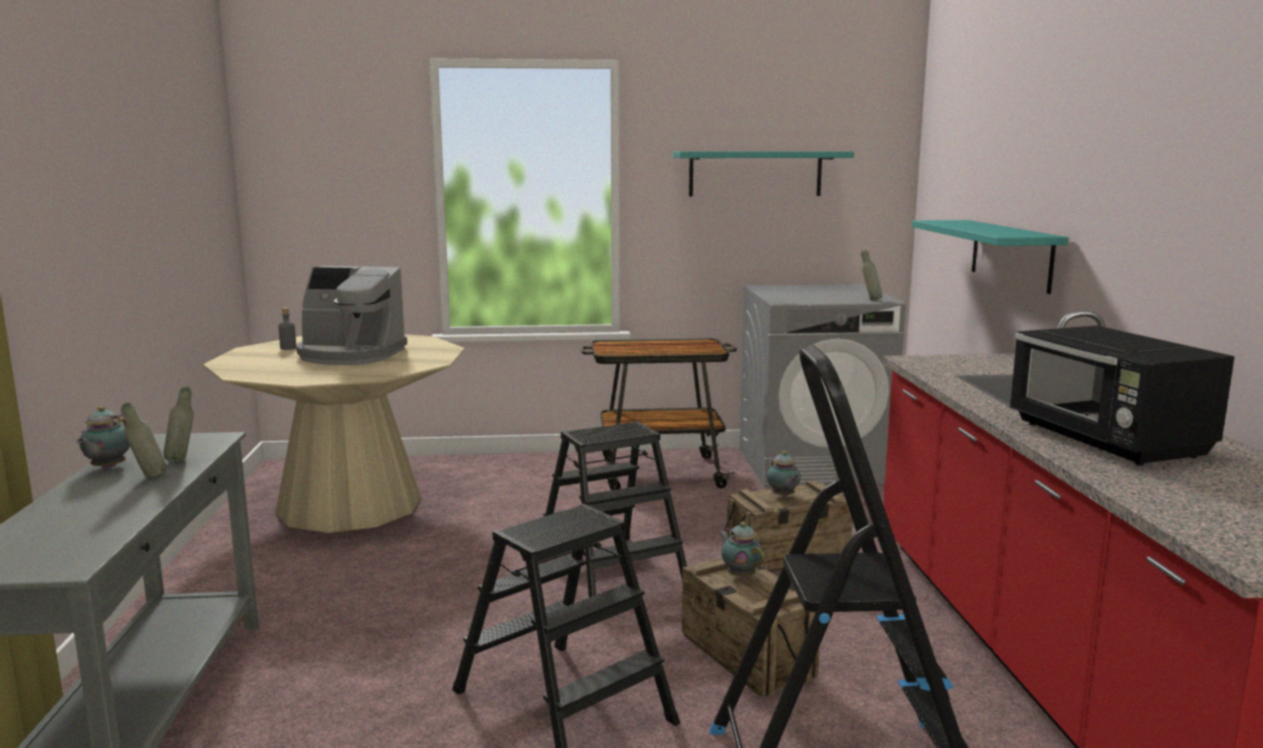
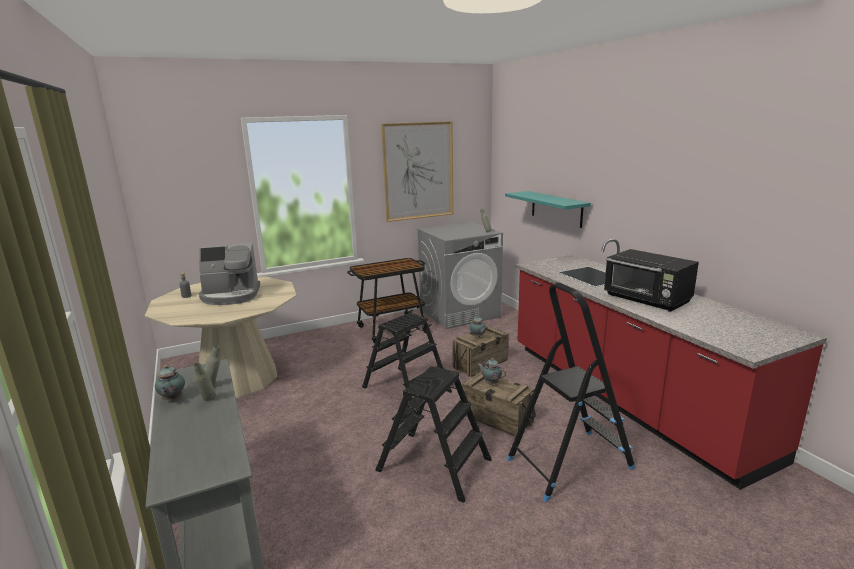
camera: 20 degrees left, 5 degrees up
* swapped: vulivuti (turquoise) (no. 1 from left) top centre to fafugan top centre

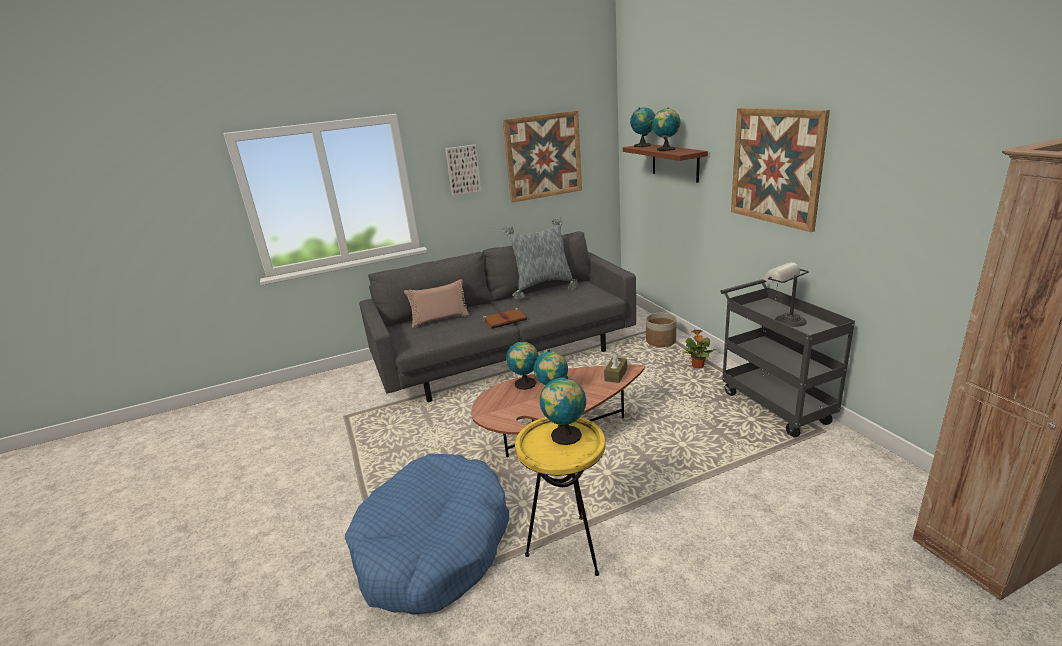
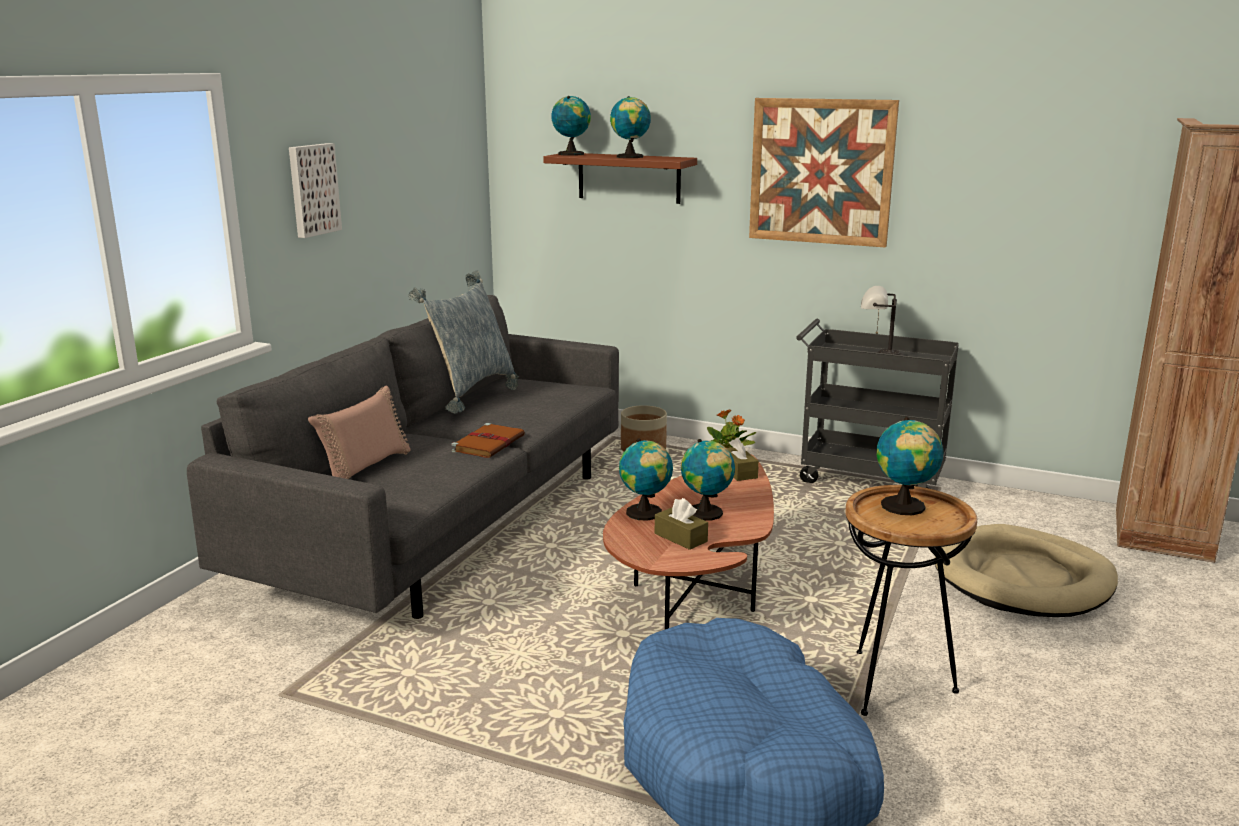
camera: 45 degrees left, 5 degrees down
* new: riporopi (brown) (no. 1 from left) centre
* repainted: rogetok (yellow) bottom centre to rogetok (brown) bottom right
* new: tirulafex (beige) bottom right
* gone: fafugan (no. 2 from left) top centre

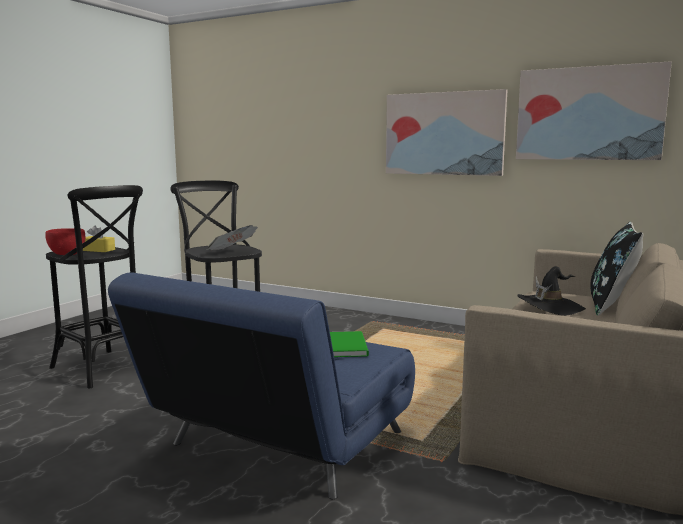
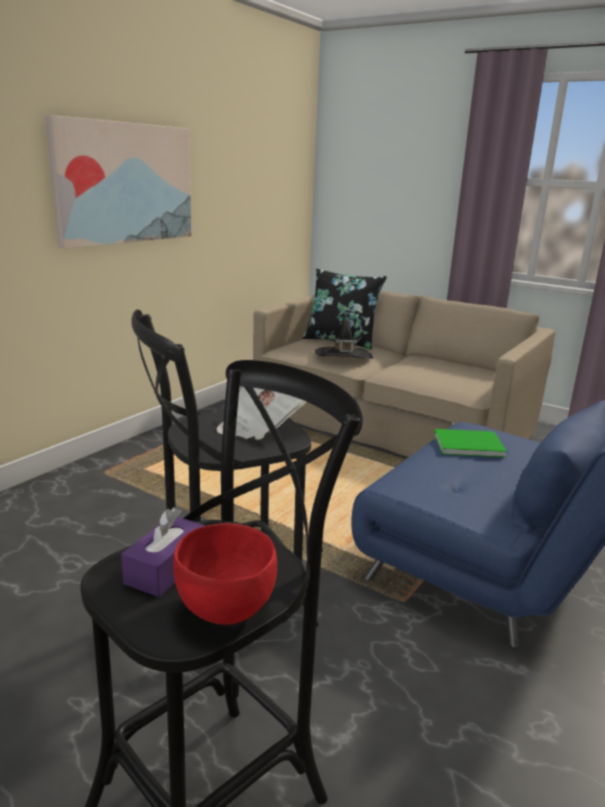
camera: 85 degrees left, 10 degrees up
* repainted: riporopi (yellow) middle left to riporopi (purple) bottom left
* gone: fafugan (no. 2 from left) top right

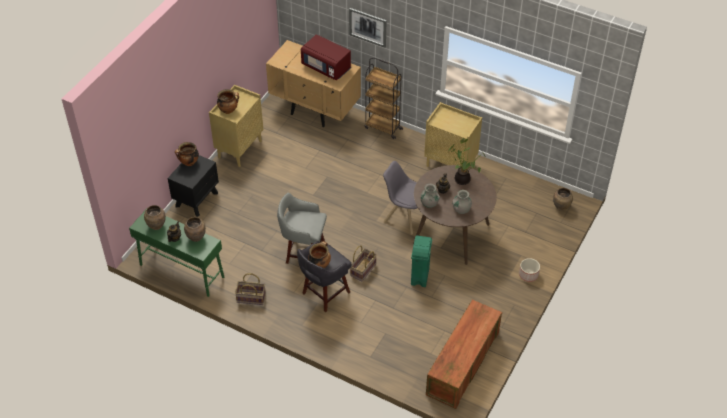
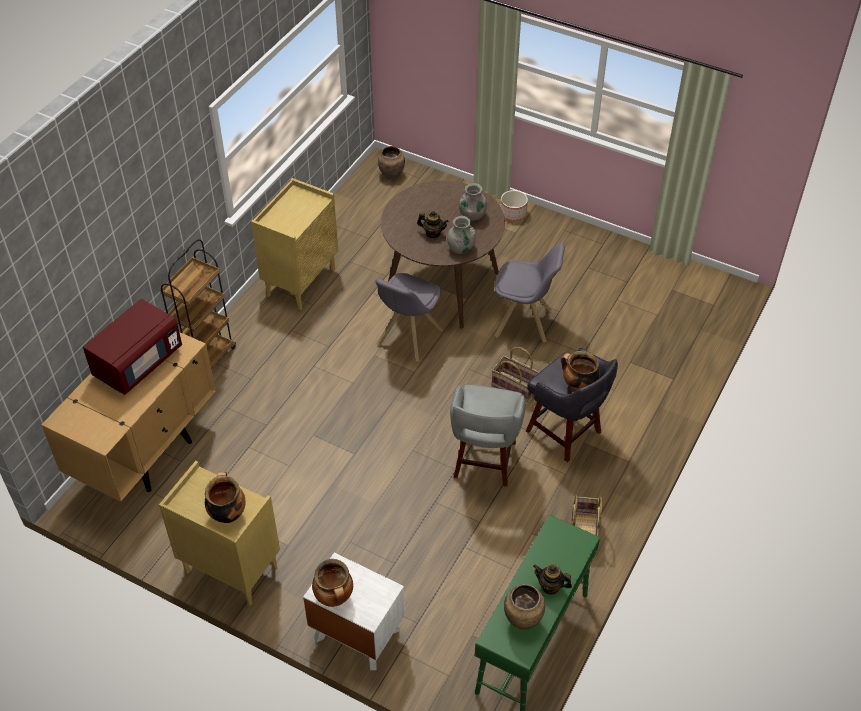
camera: 90 degrees left, 0 degrees up
* repainted: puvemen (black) middle left to puvemen (white) bottom centre
* swapped: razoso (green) centre to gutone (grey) (no. 2 from left) centre
* gone: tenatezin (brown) (no. 2 from left) middle left
* gone: fafugan top centre
* gone: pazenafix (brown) bottom centre
* gone: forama centre

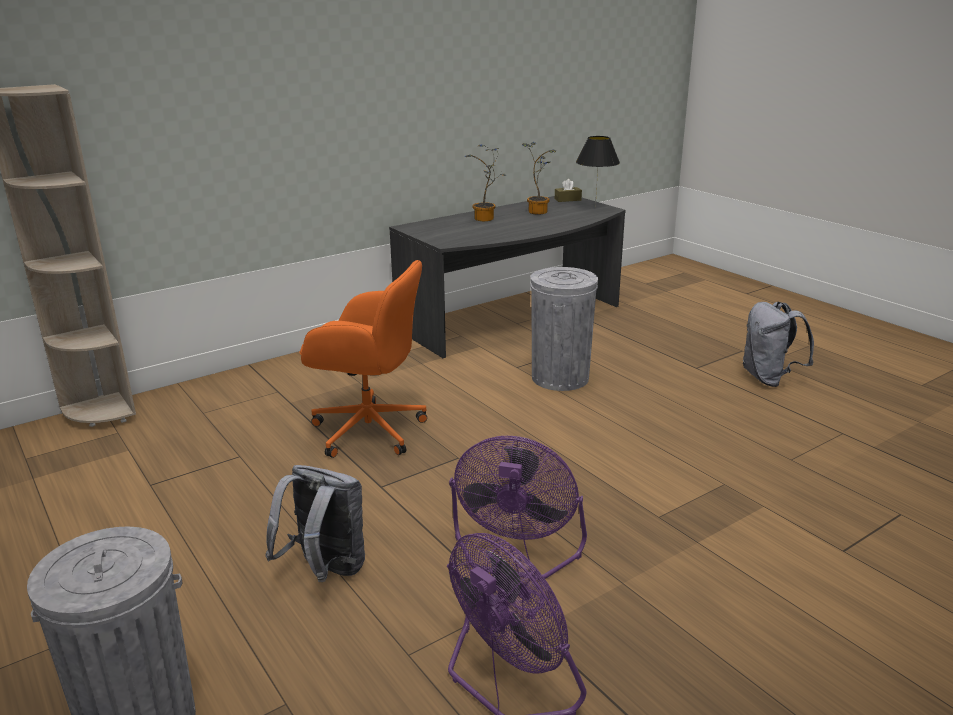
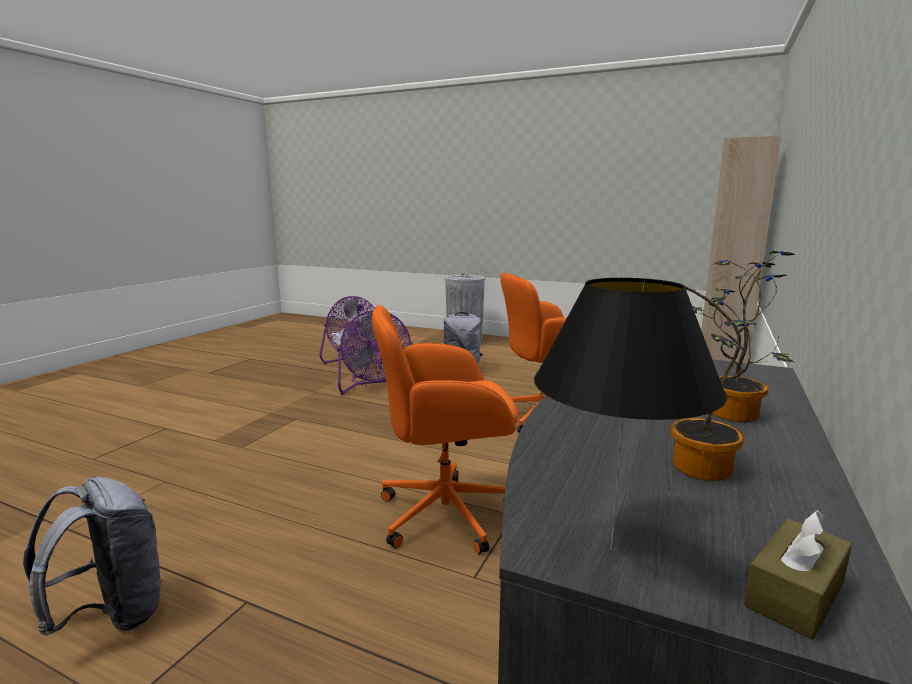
camera: 150 degrees right, 10 degrees down
* swapped: razoso (grey) (no. 2 from left) centre to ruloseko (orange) (no. 1 from left) centre

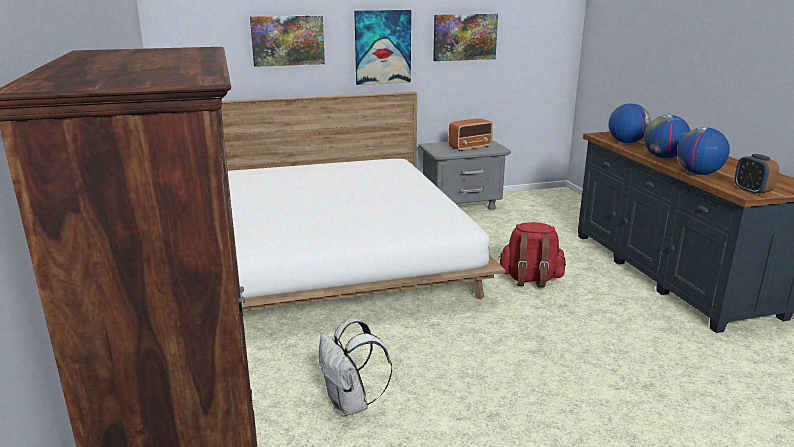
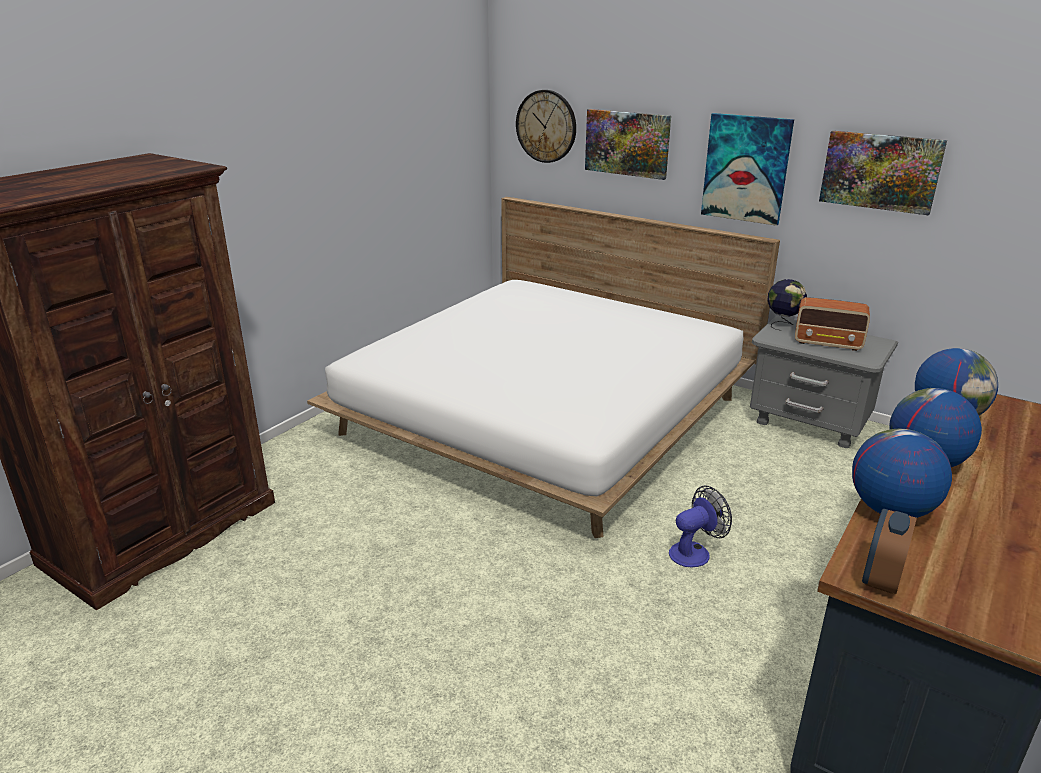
camera: 50 degrees right, 5 degrees up
* new: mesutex top centre
* swapped: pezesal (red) middle right to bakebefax bottom right
* new: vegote (no. 1 from left) middle right
* gone: pezesal (white) bottom centre

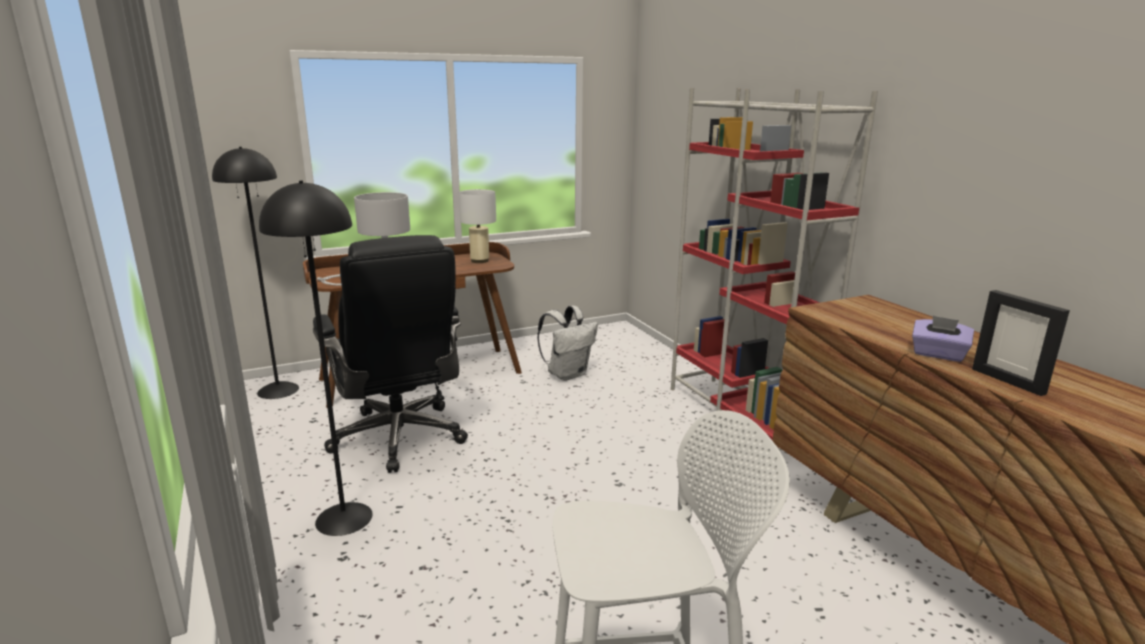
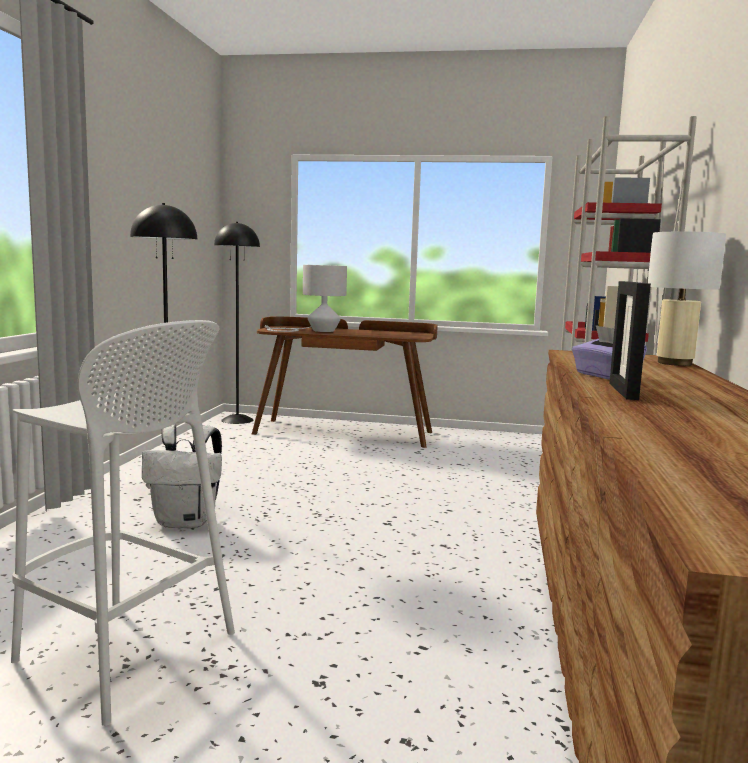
camera: 35 degrees right, 10 degrees down
* shifted: pezesal (white) centre to middle left
* shifted: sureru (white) (no. 2 from left) centre to middle right
* gone: ruloseko (black) centre

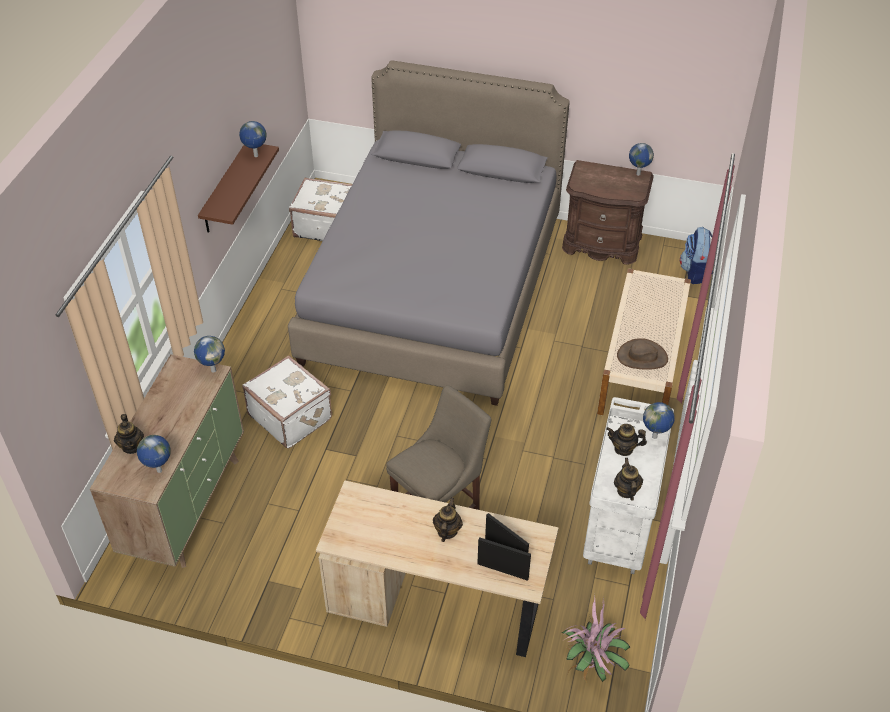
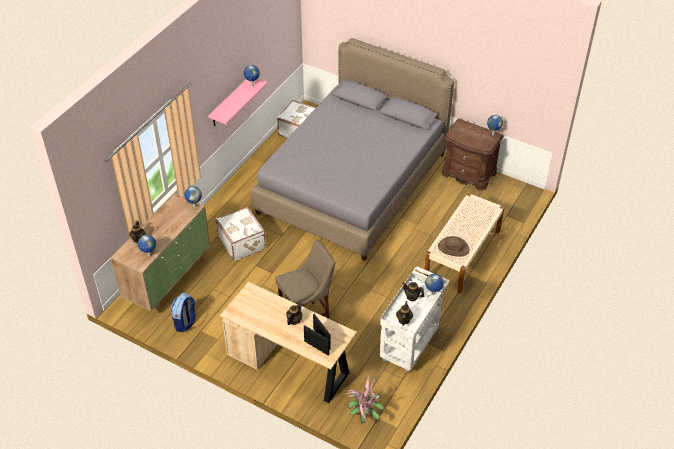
camera: 15 degrees right, 0 degrees up
* shifted: pezesal middle right to bottom left
* repainted: vulivuti (brown) top left to vulivuti (pink) top centre

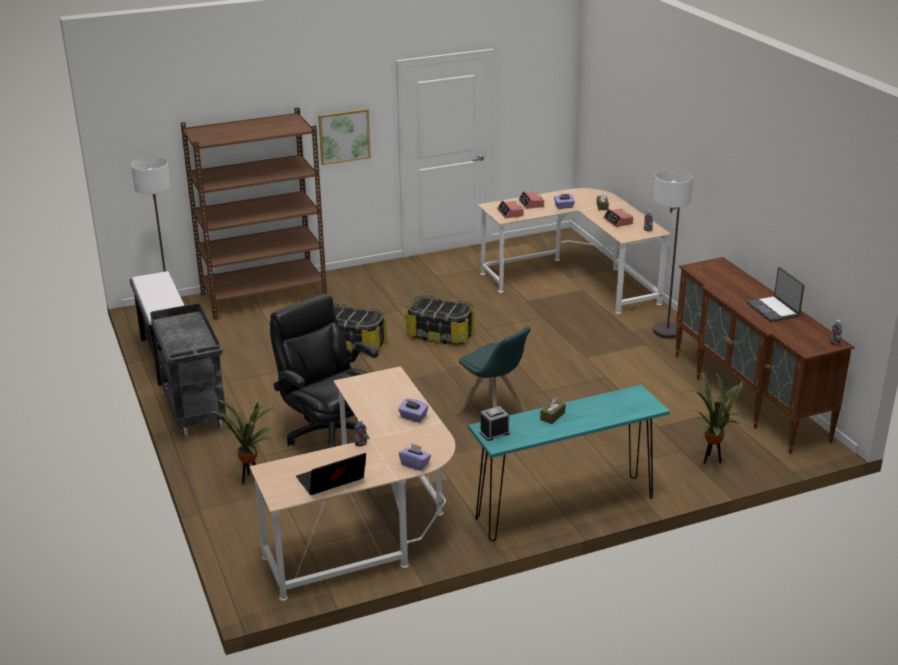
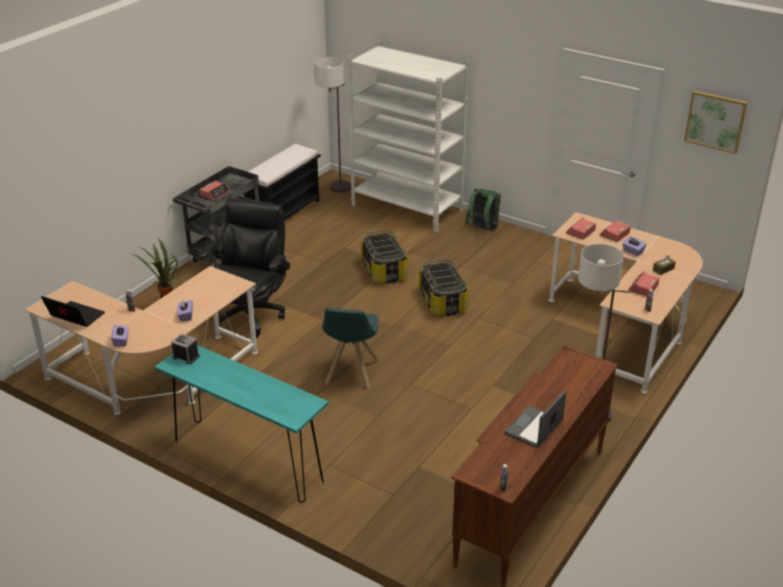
camera: 55 degrees right, 5 degrees up
* new: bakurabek (no. 2 from left) top left
* repainted: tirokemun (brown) top left to tirokemun (white) top centre
* new: pezesal (green) centre
* shifted: fafugan top centre to top right
* gone: riporopi (brown) (no. 1 from left) centre
* gone: forama (no. 2 from left) middle right

